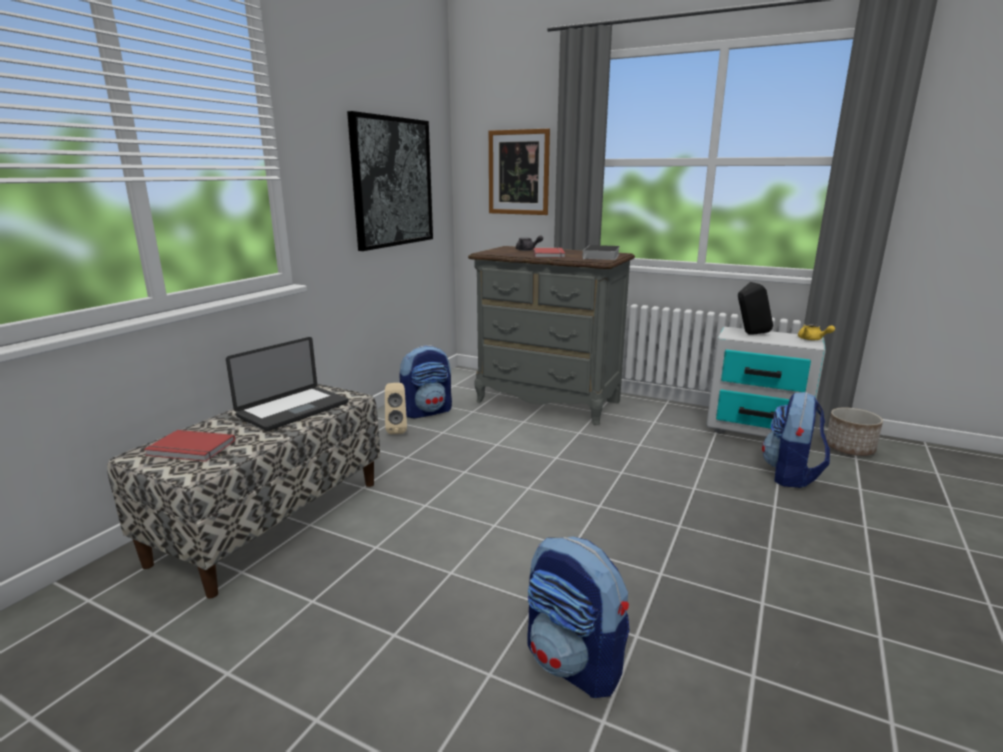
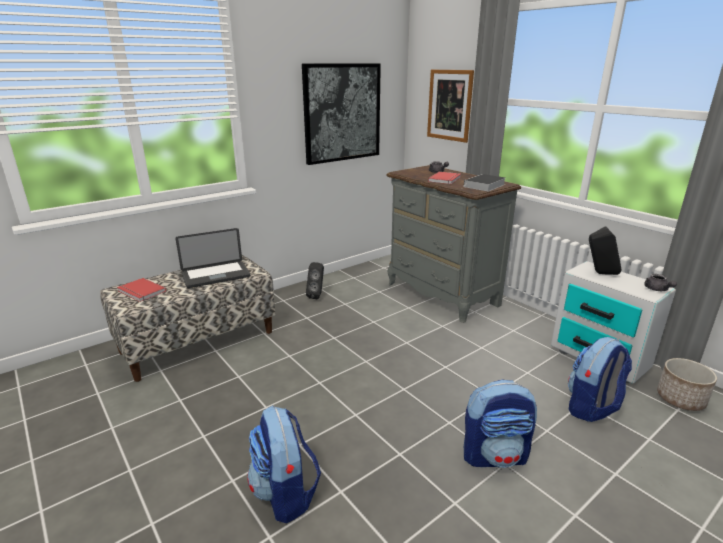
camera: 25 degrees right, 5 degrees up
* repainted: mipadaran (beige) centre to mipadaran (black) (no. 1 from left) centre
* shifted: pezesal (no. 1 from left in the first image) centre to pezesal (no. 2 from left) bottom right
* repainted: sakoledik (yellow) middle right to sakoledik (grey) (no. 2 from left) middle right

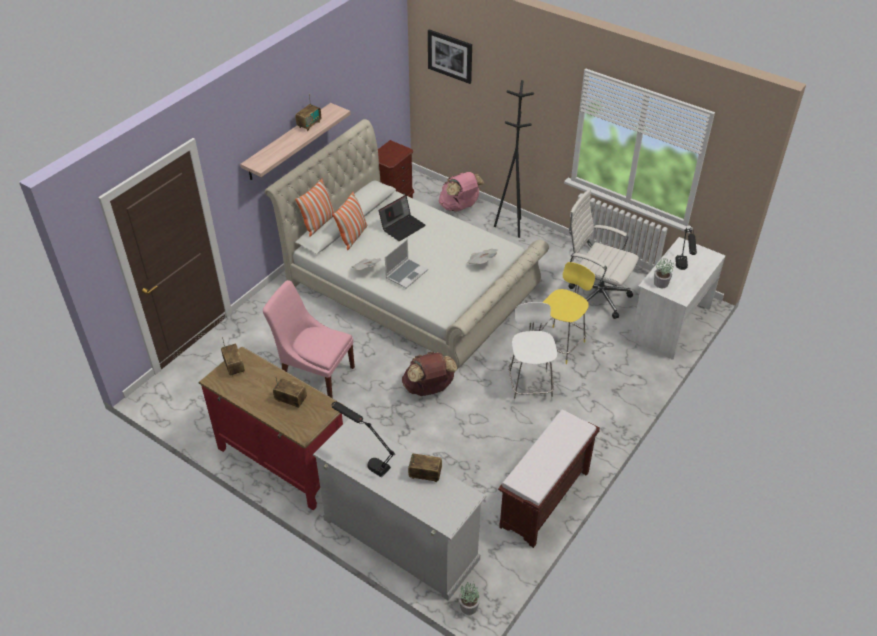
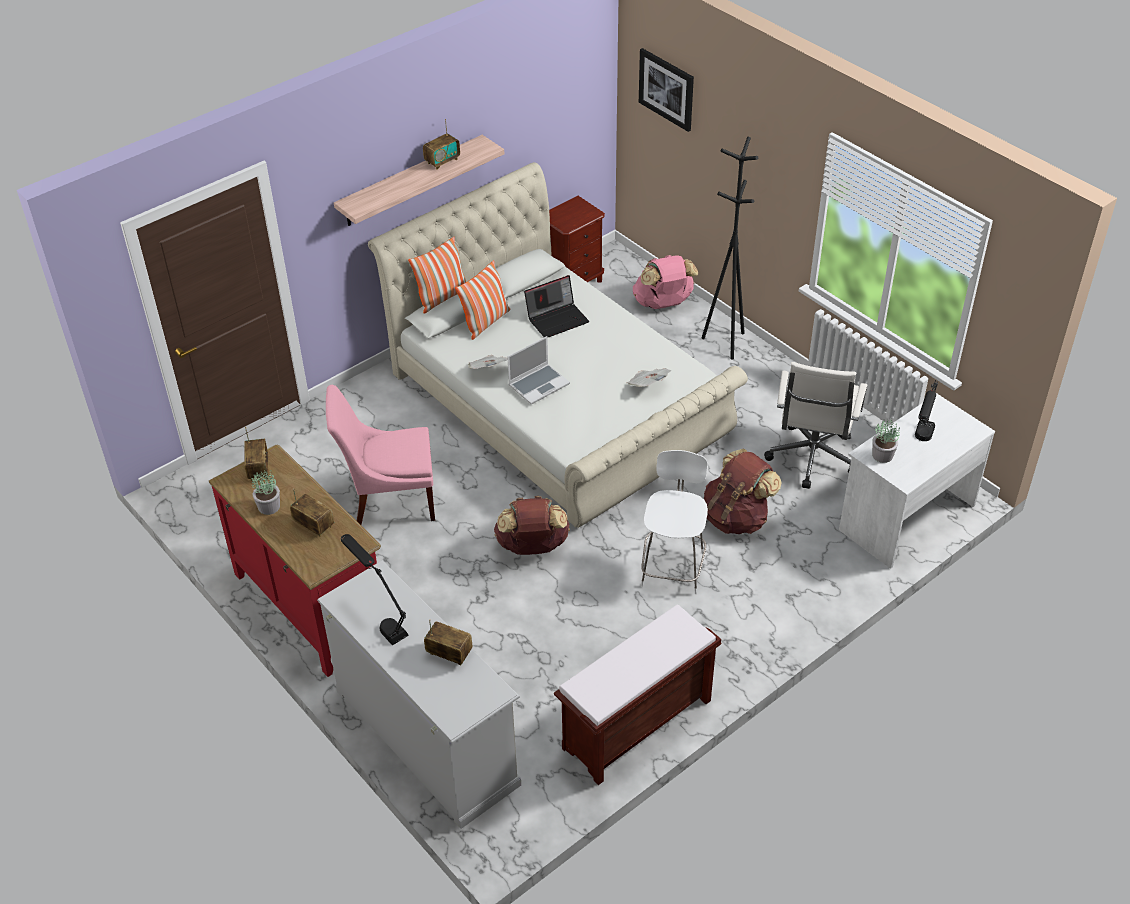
camera: 15 degrees right, 0 degrees up
* shifted: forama (no. 1 from left) bottom centre to middle left
* rotated: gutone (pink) centre = centre 45 degrees counterclockwise
* swapped: gutone (yellow) centre to pezesal (brown) (no. 2 from left) centre
* rotated: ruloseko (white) middle right = middle right 120 degrees counterclockwise

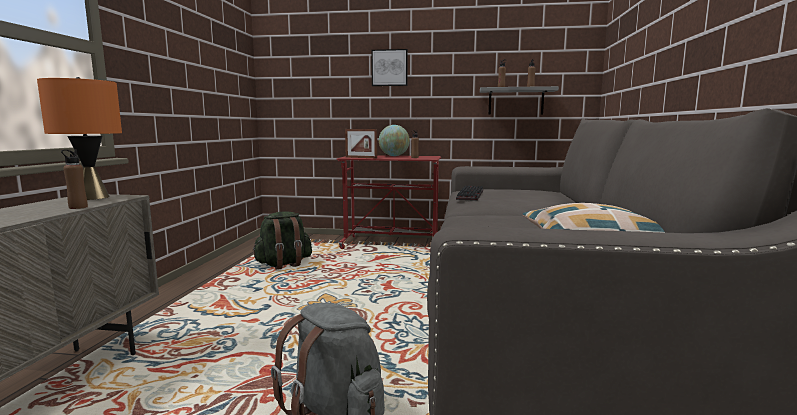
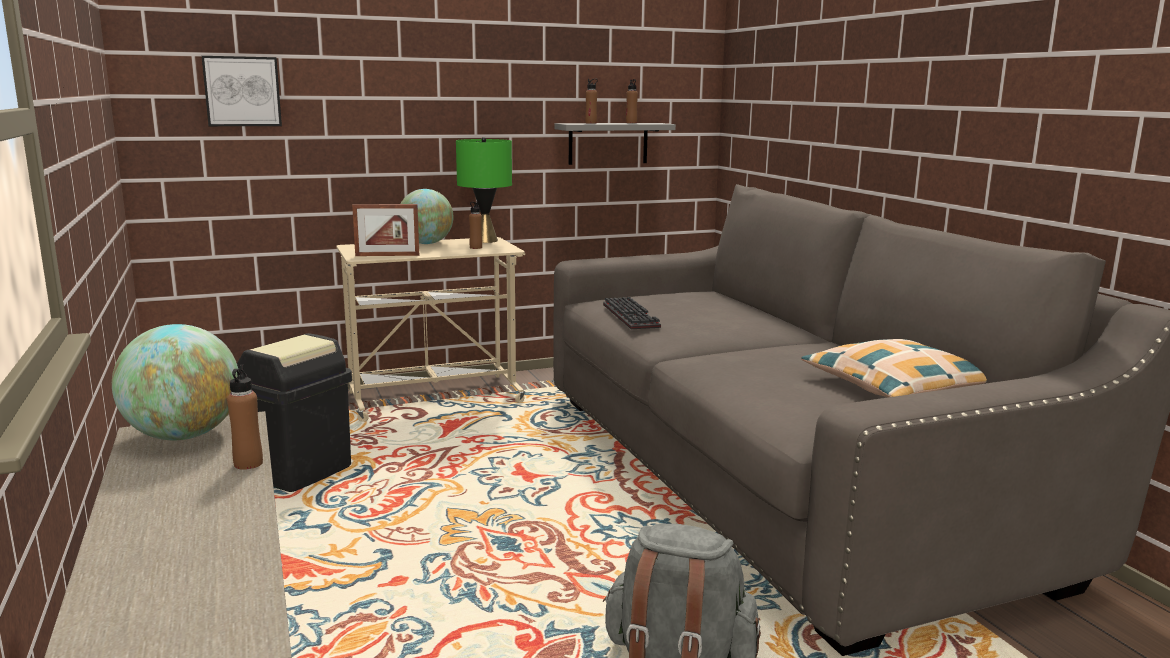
camera: 30 degrees left, 5 degrees up
* swapped: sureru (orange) top left to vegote (no. 1 from left) middle left
* shifted: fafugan top centre to top left
* swapped: pezesal (green) centre to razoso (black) middle left
* repainted: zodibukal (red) centre to zodibukal (beige) centre
* new: sureru (green) top centre

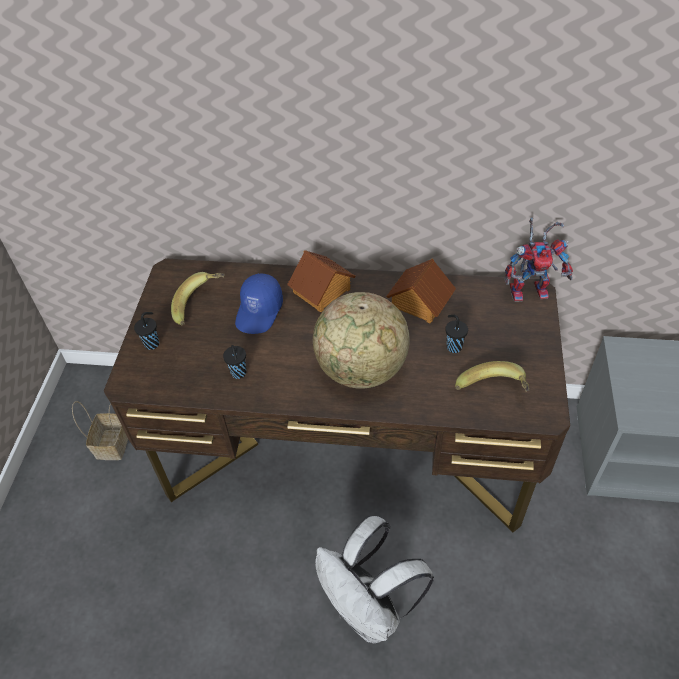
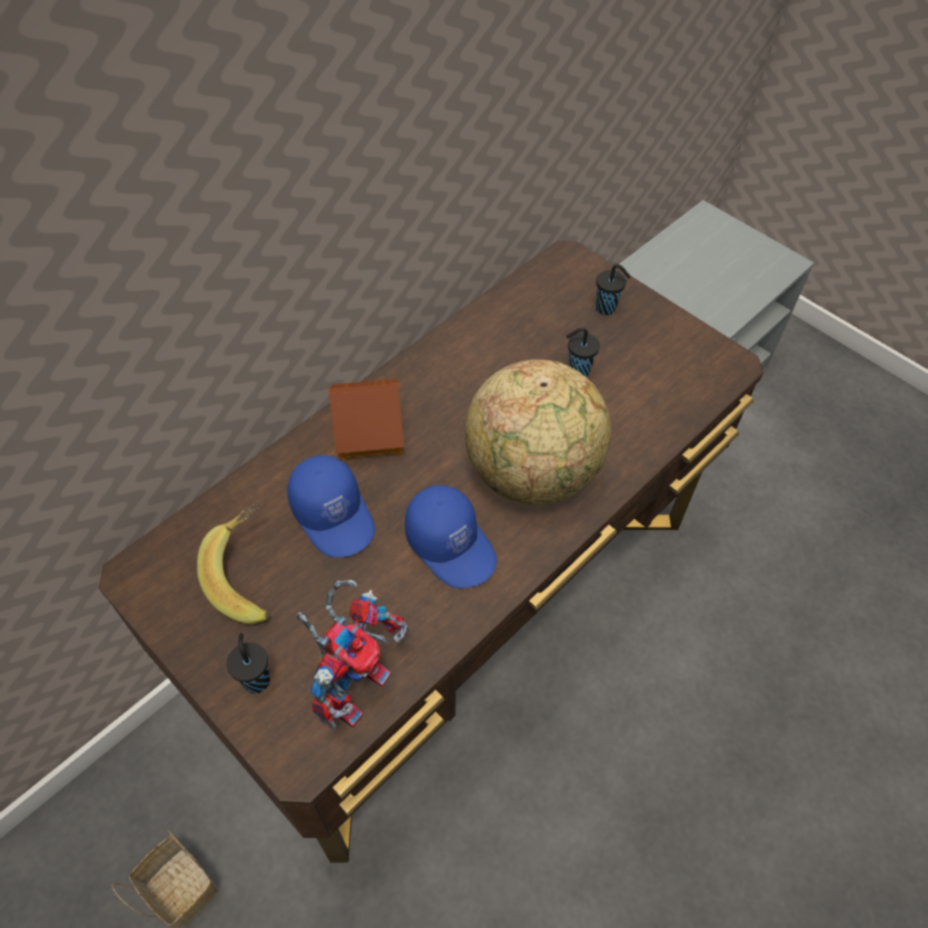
camera: 55 degrees left, 5 degrees up
* shifted: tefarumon middle right to bottom centre
* new: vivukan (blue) (no. 2 from left) centre
* shifted: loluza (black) (no. 2 from left in the first image) centre to loluza (black) (no. 3 from left) top centre
* gone: pezesal (white) bottom centre
* gone: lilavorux (no. 2 from left) centre
* gone: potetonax (no. 2 from left) middle right

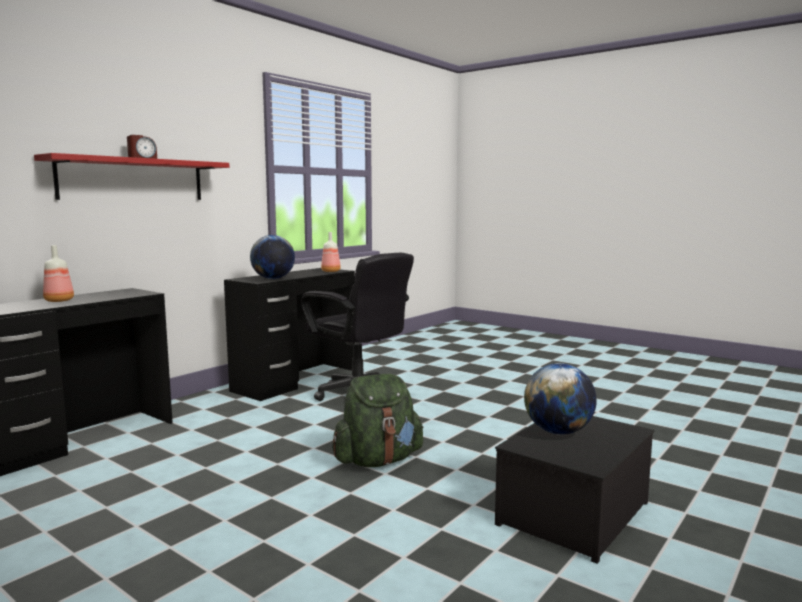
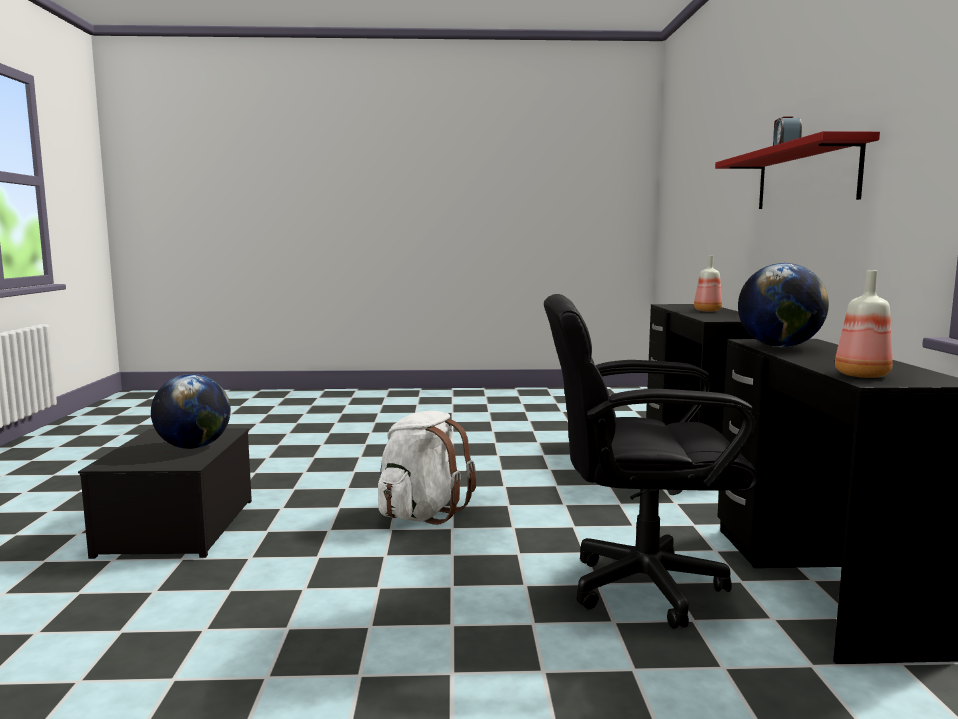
camera: 140 degrees right, 0 degrees up
* repainted: pezesal (green) bottom centre to pezesal (white) centre

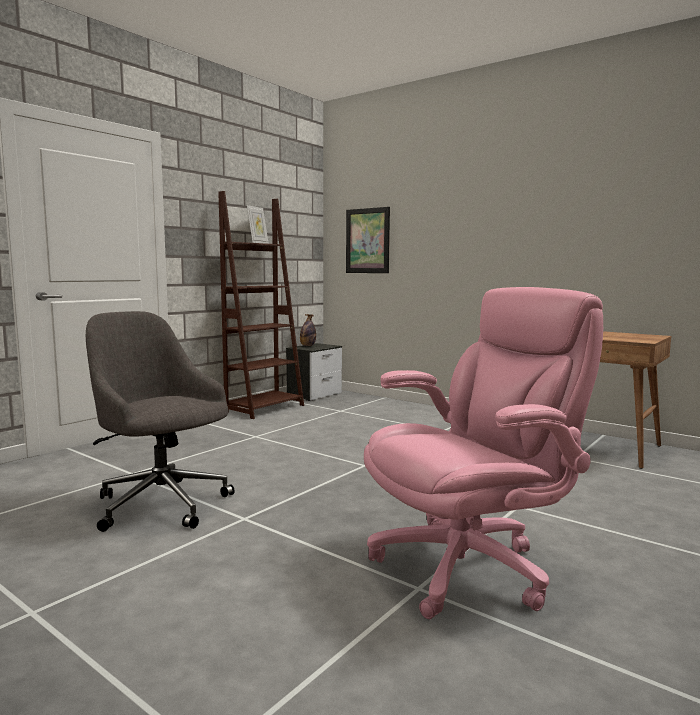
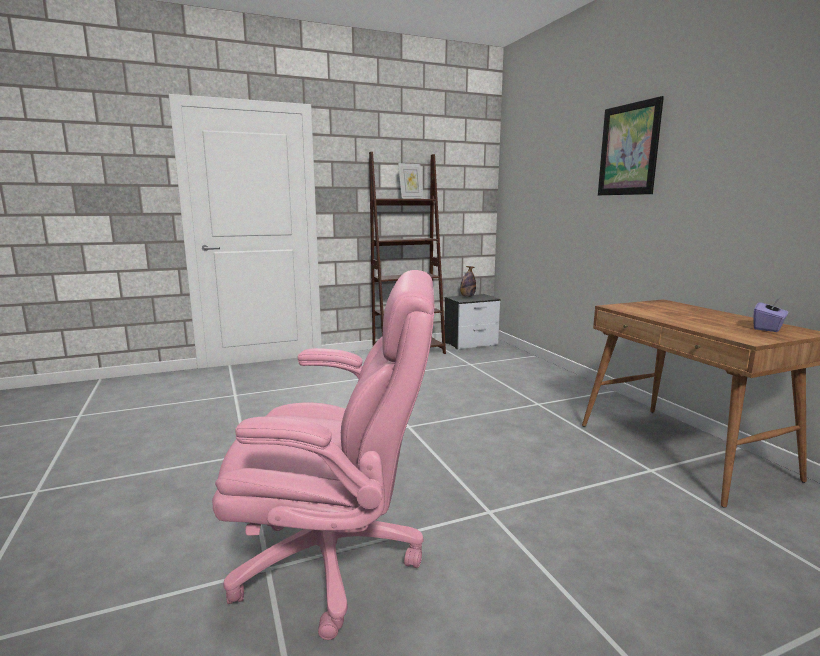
camera: 30 degrees right, 5 degrees up
* shifted: fafugan centre to top right
* new: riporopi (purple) middle right
* gone: ruloseko (grey) middle left

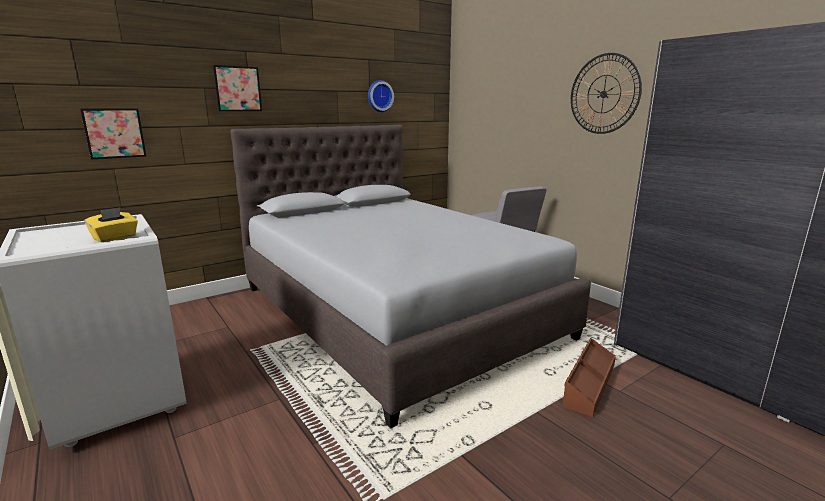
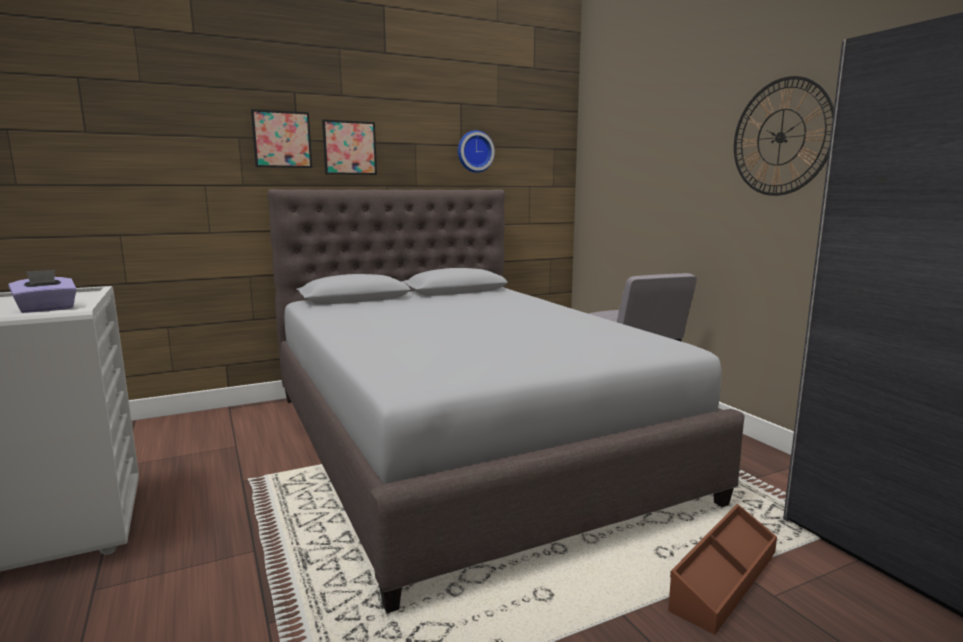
camera: 10 degrees right, 5 degrees down
* repainted: riporopi (yellow) middle left to riporopi (purple) middle left
* shifted: fafugan (no. 1 from left in the first image) top left to fafugan (no. 2 from left) top centre

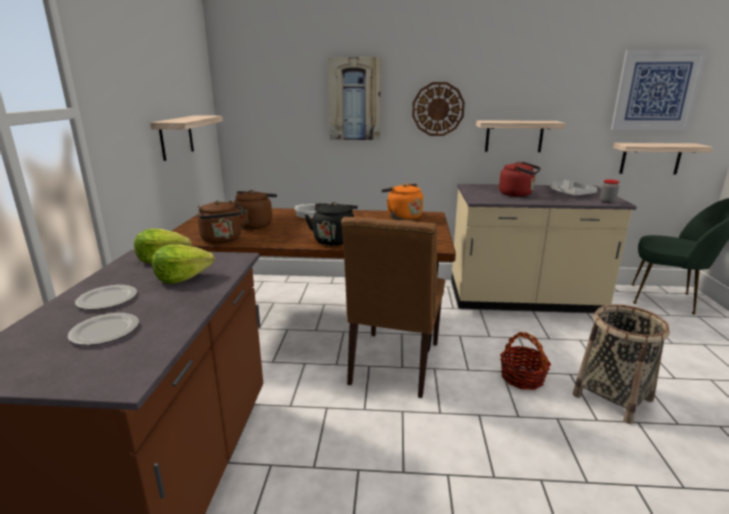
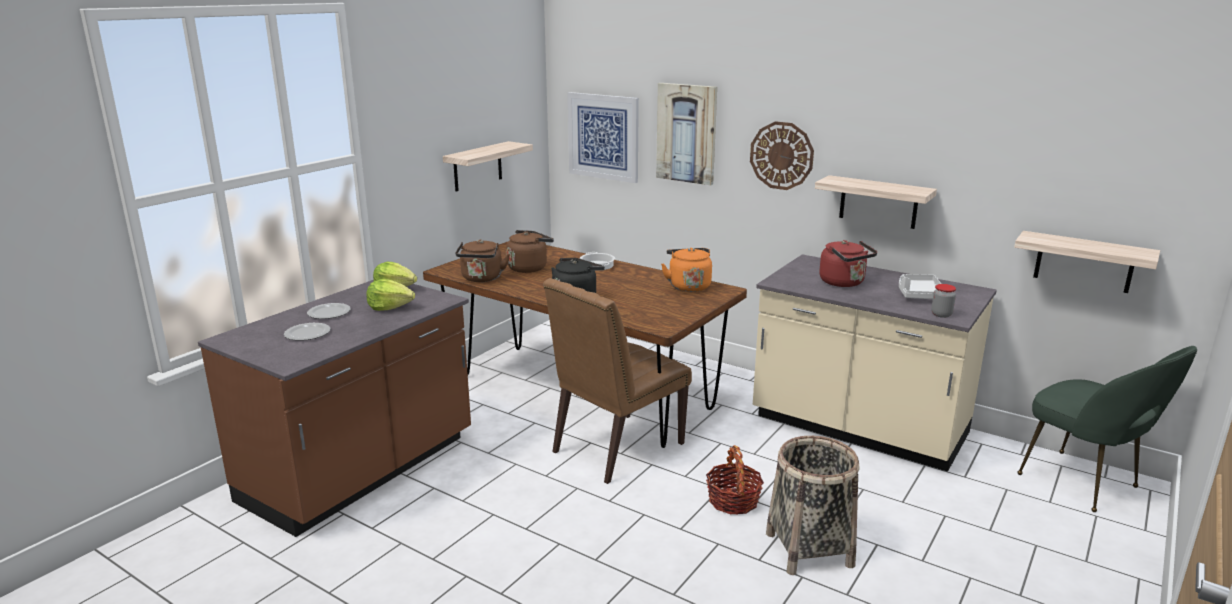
camera: 30 degrees right, 0 degrees up
* shifted: fafugan (no. 2 from left in the first image) top right to fafugan (no. 1 from left) top centre

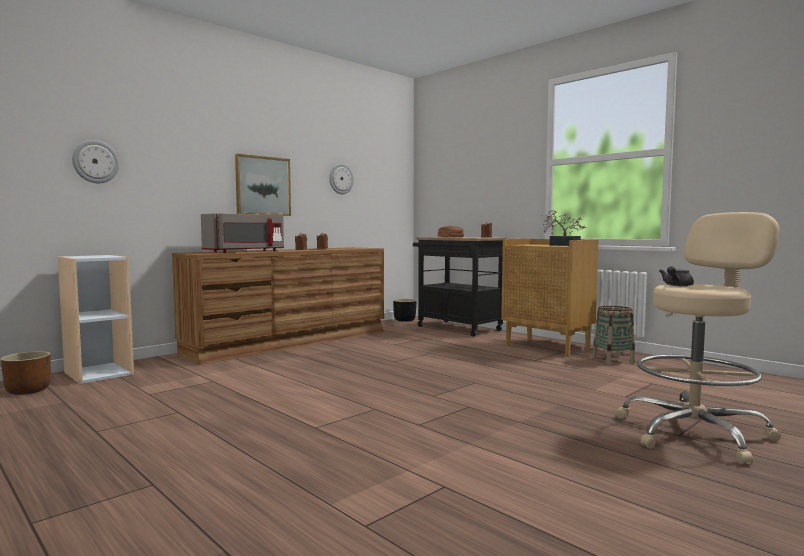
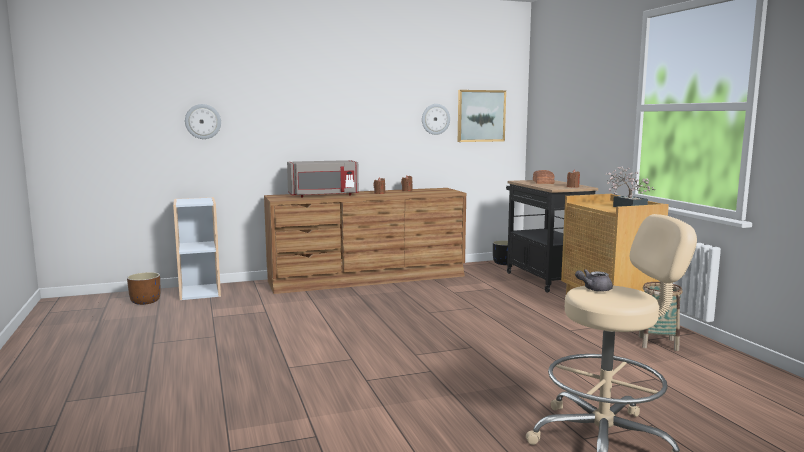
camera: 25 degrees right, 5 degrees up
* shifted: fafugan top left to top centre

